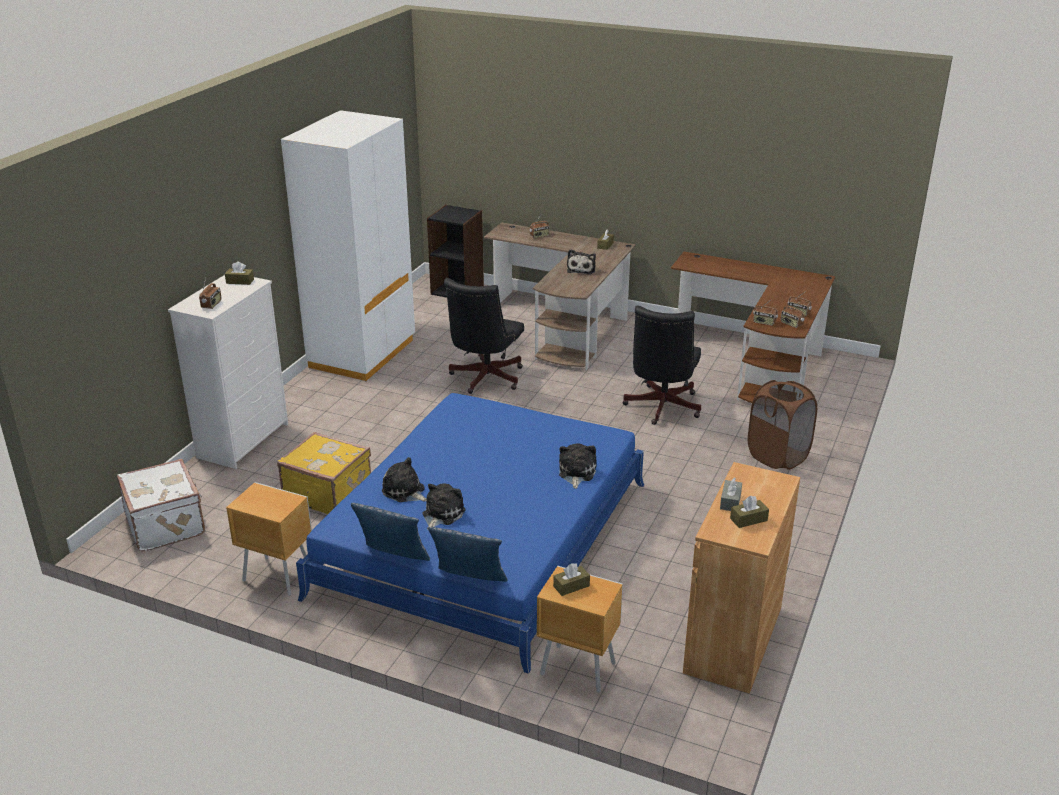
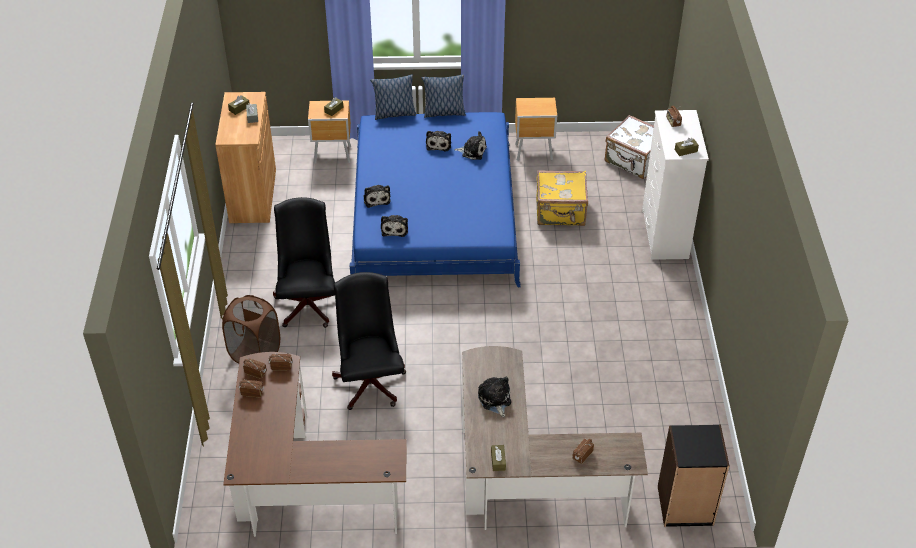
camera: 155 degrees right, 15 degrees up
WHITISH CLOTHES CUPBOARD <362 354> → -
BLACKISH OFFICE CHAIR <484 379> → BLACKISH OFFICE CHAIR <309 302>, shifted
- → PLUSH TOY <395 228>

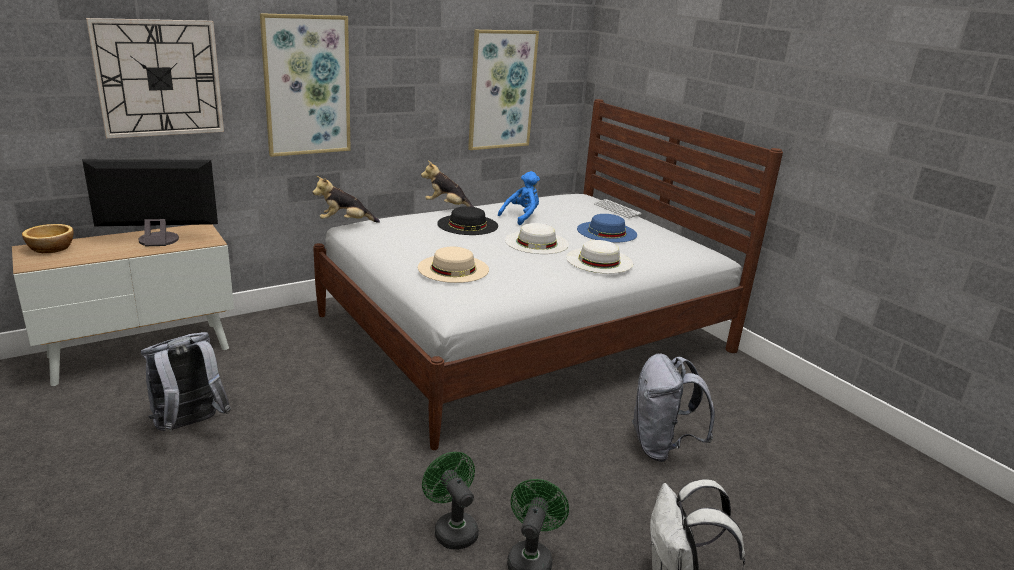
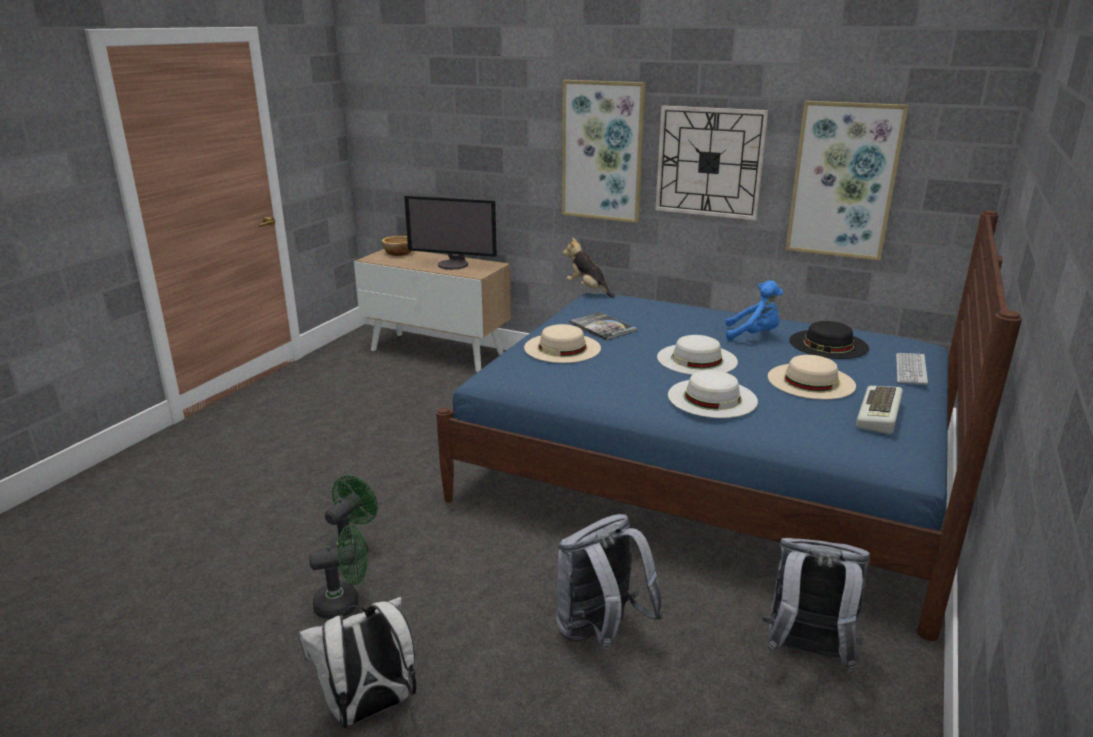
camera: 60 degrees right, 0 degrees up
CLOCK ON THE WALL <159 78> → CLOCK ON THE WALL <709 162>, shifted
WHITISH SLEEPING BED <525 333> → BLUISH SLEEPING BED <705 473>
COMPUTER SCREEN <158 240> → COMPUTER SCREEN <453 265>, 150 degrees clockwise
PLUSH TOY <447 207> → -
BLACKISH WEARABLE HAT <467 224> → BLACKISH WEARABLE HAT <828 344>, shifted
BLUISH WEARABLE HAT <607 232> → BEIGE-COLOURED WEARABLE HAT <811 381>
GREY RUCKSACK <189 426> → GREY RUCKSACK <806 653>, shifted
- → BOUND BOOK <602 327>
- → COMPUTER KEYBOARD <880 415>

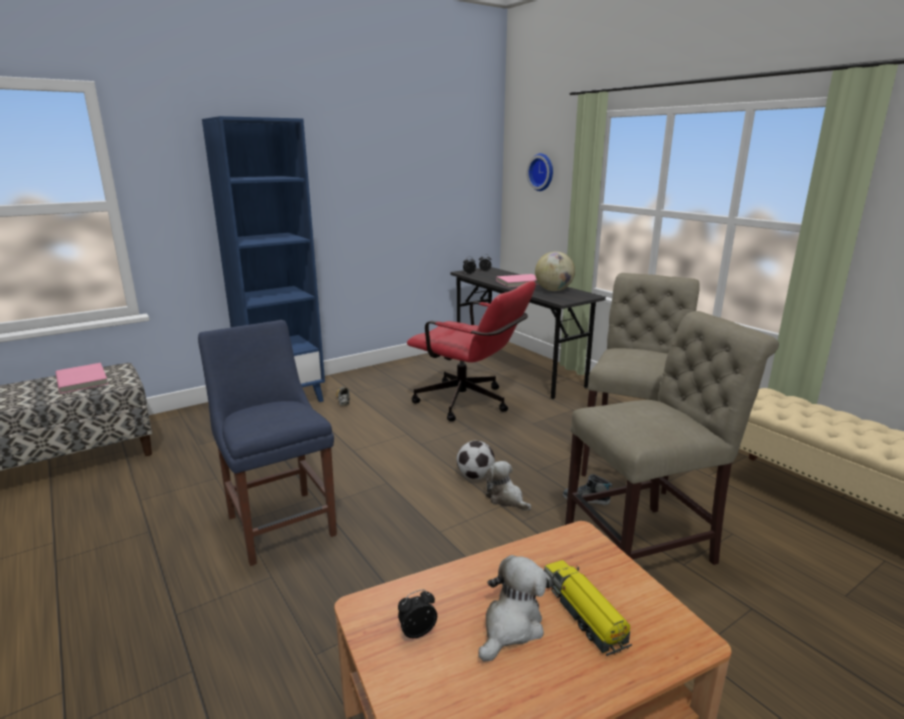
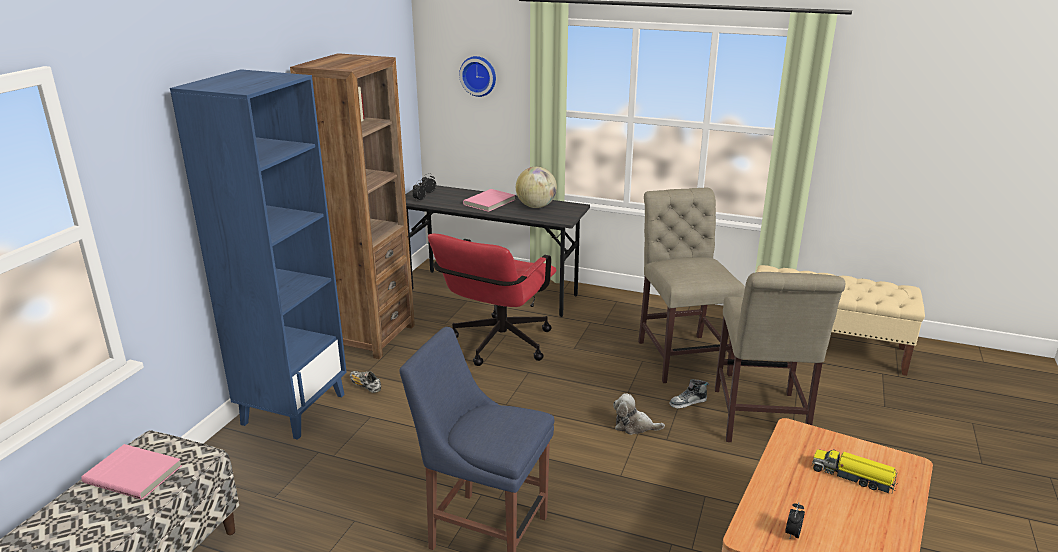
camera: 35 degrees left, 5 degrees up
REDDISH OFFICE CHAIR <470 404> → REDDISH OFFICE CHAIR <497 346>, 120 degrees clockwise
BEIGE-COLOURED PLAIN CHAIR <647 544> → BEIGE-COLOURED PLAIN CHAIR <759 420>, 150 degrees clockwise
FOOTBALL <475 476> → -
PLUSH TOY <511 626> → -
- → BROWNISH SHELVING UNIT <371 336>

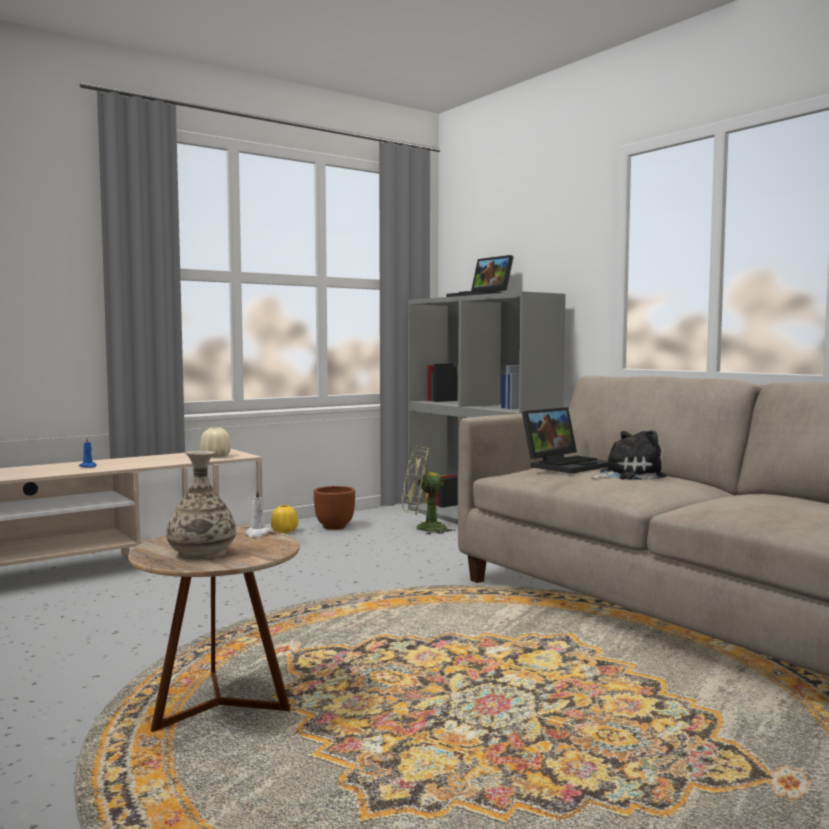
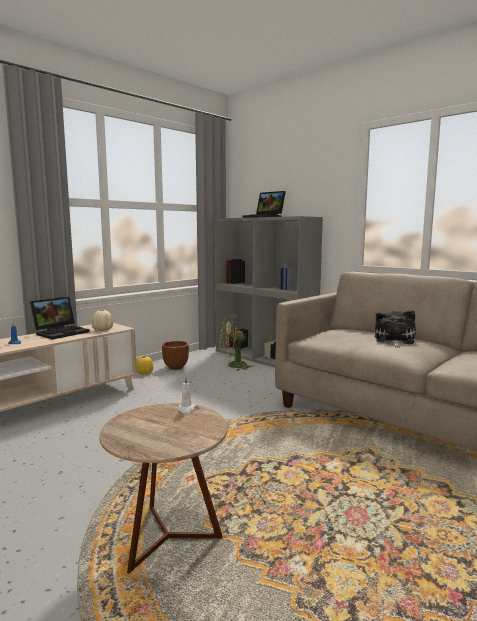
camera: 10 degrees left, 5 degrees up
LAPTOP <566 465> → LAPTOP <61 332>, shifted
PLUSH TOY <627 475> → PLUSH TOY <394 340>, 45 degrees counterclockwise
DECORATIVE VASE <202 553> → -

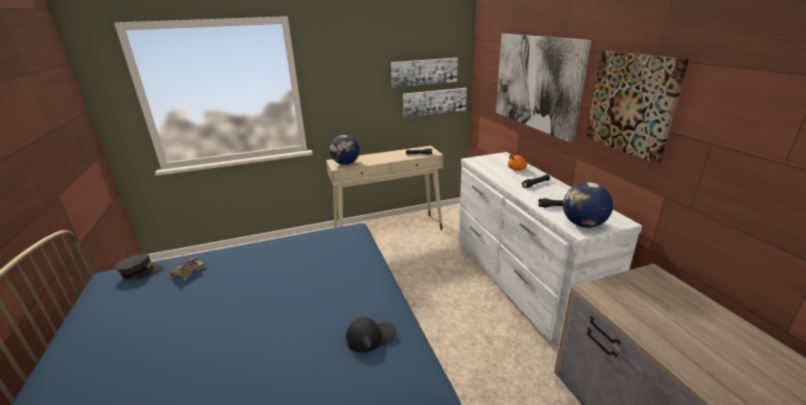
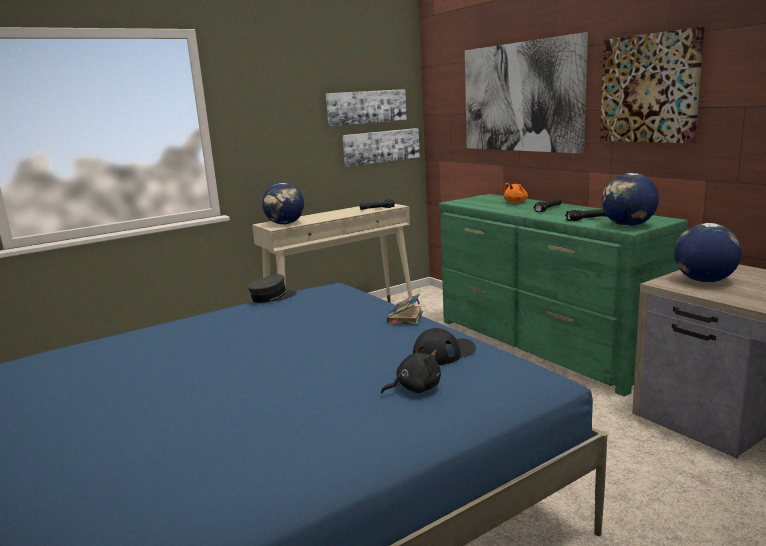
camera: 15 degrees left, 10 degrees down
WHITISH DRAWER CHEST <521 280> → GREENISH DRAWER CHEST <544 344>
GREY PEAKED CAP <141 272> → GREY PEAKED CAP <272 297>, shifted
BOUND BOOK <187 271> → BOUND BOOK <405 318>, shifted
- → WORLD GLOBE <704 281>
- → BLACKISH PLUSH TOY <415 388>

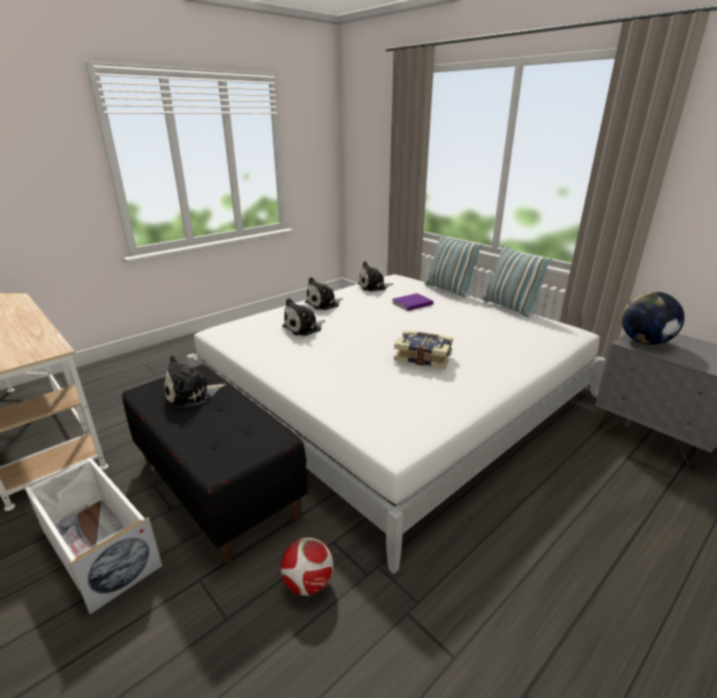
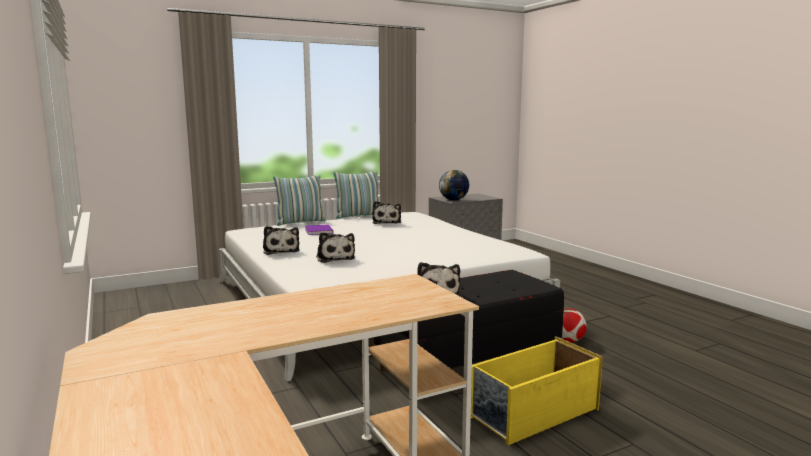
camera: 75 degrees left, 15 degrees down
PLUSH TOY <374 287> → PLUSH TOY <386 222>, shifted
BOUND BOOK <423 357> → -
WHITISH STORAGE CONTAINER <98 548> → YELLOW STORAGE CONTAINER <533 413>

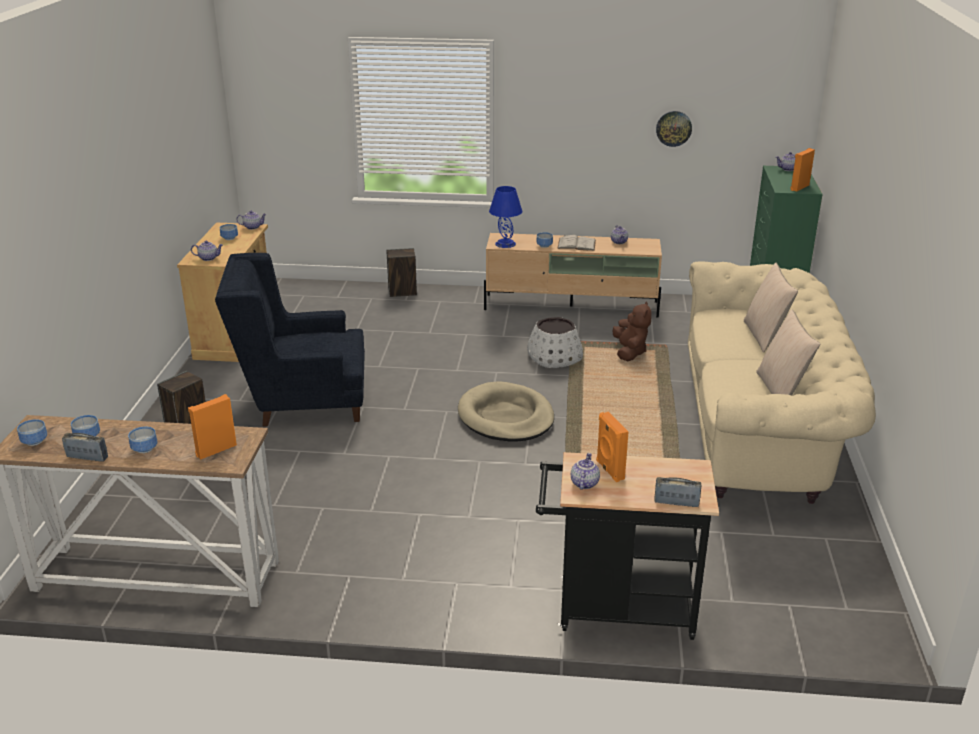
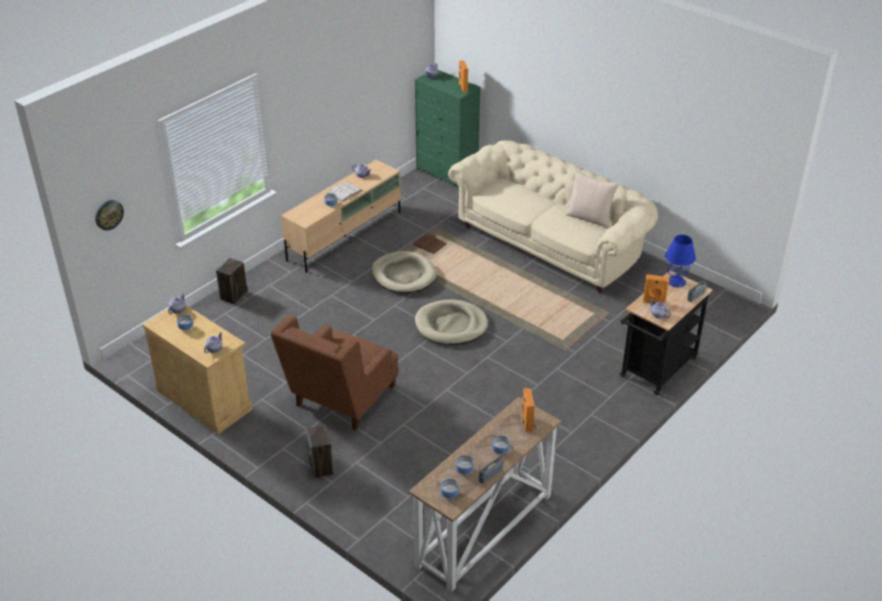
camera: 55 degrees left, 10 degrees up
CLOCK ON THE WALL <673 128> → CLOCK ON THE WALL <108 214>, shifted
BLUISH TABLETOP LAMP <505 244> → BLUISH TABLETOP LAMP <676 281>, shifted
BLUISH LOUNGE CHAIR <302 401> → BROWNISH LOUNGE CHAIR <341 401>
BEIGE-COLOURED THROW PILLOW <765 336> → -
BROWNISH PLUSH TOY <629 352> → BROWNISH BOUND BOOK <429 244>
WHITISH FLOWER POT <554 358> → BEIGE-COLOURED DOG CUSHION <403 275>

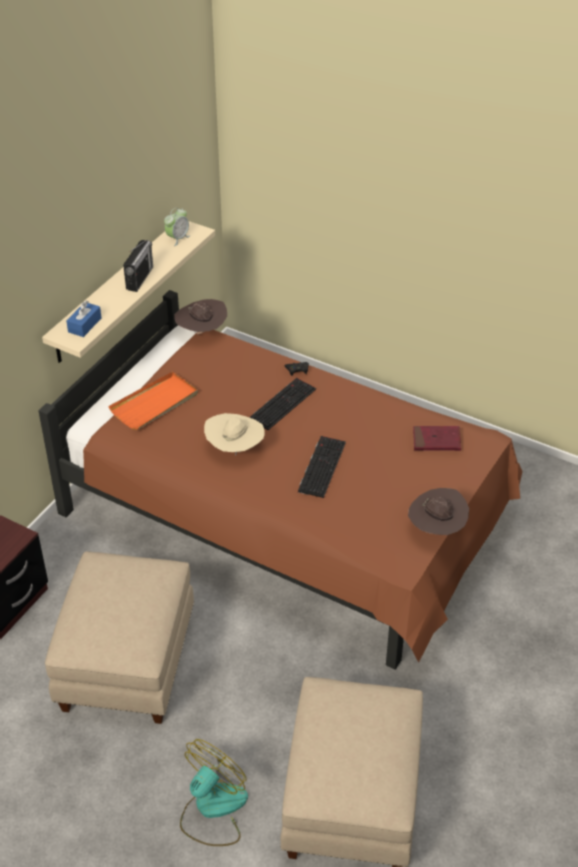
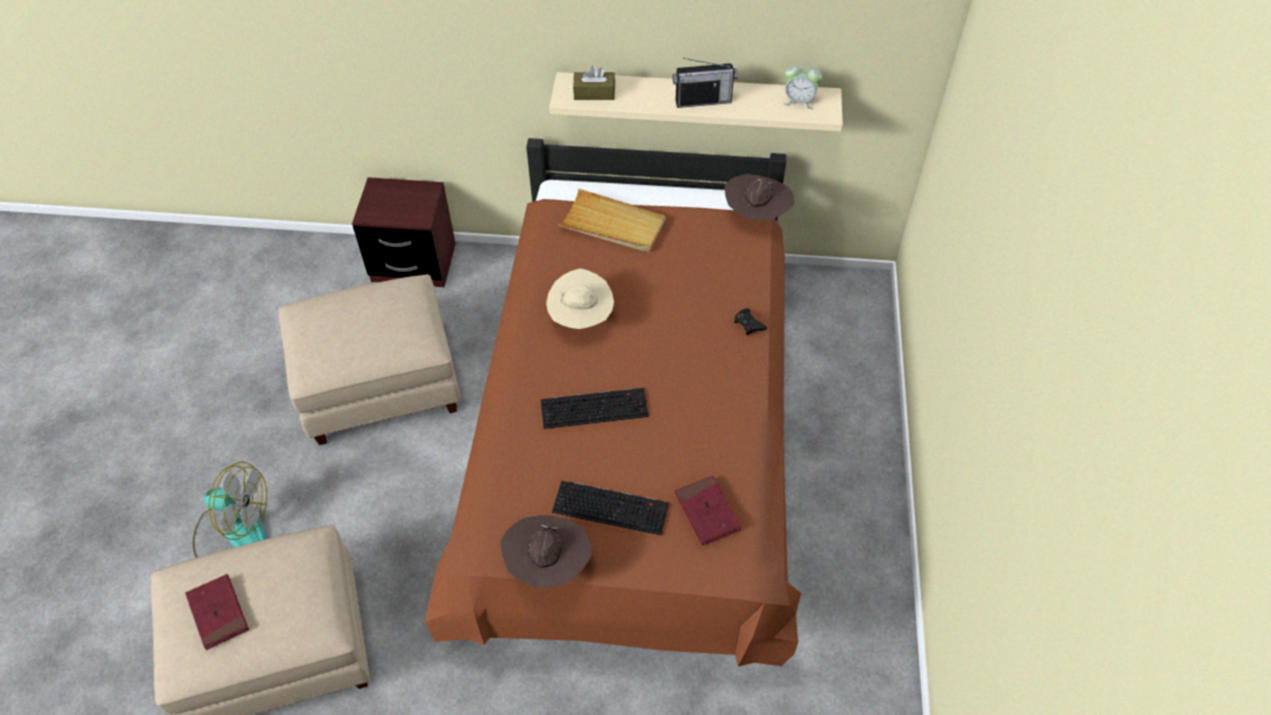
camera: 65 degrees right, 10 degrees up
BLUISH TISSUE HOLDER <85 325> → BROWNISH TISSUE HOLDER <594 93>
ORANGE-COLOURED SERVING TRAY <155 403> → BEIGE-COLOURED SERVING TRAY <613 224>
COMPUTER KEYBOARD <282 403> → COMPUTER KEYBOARD <612 507>, shifted
- → REDDISH BOUND BOOK <218 613>

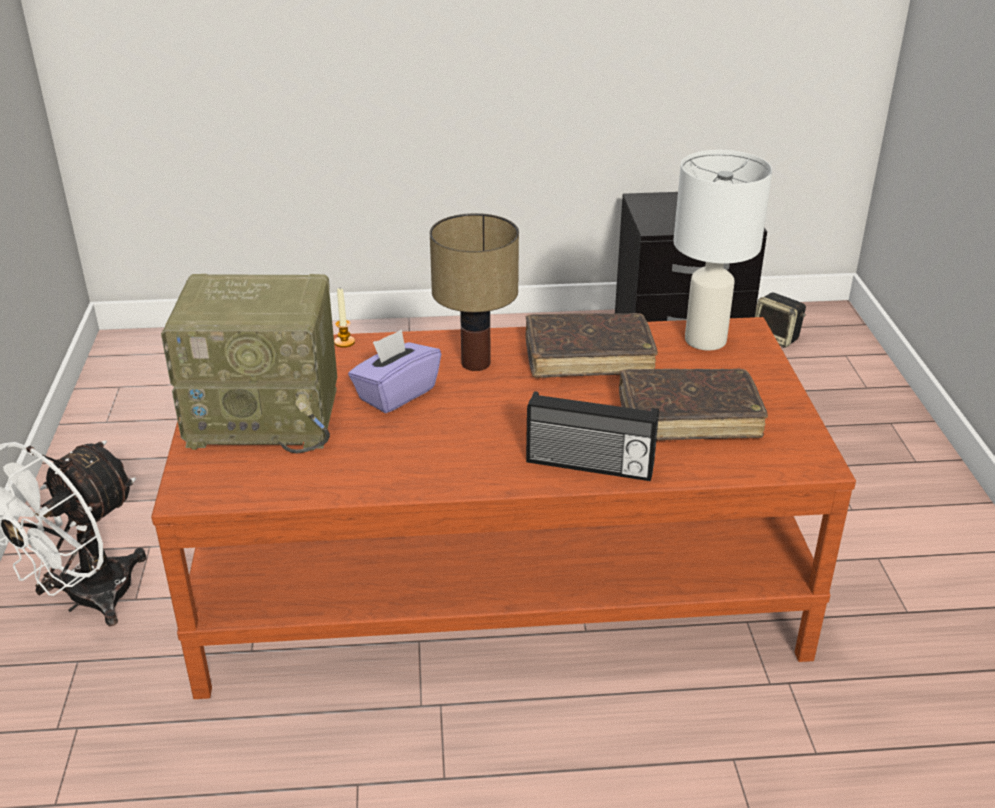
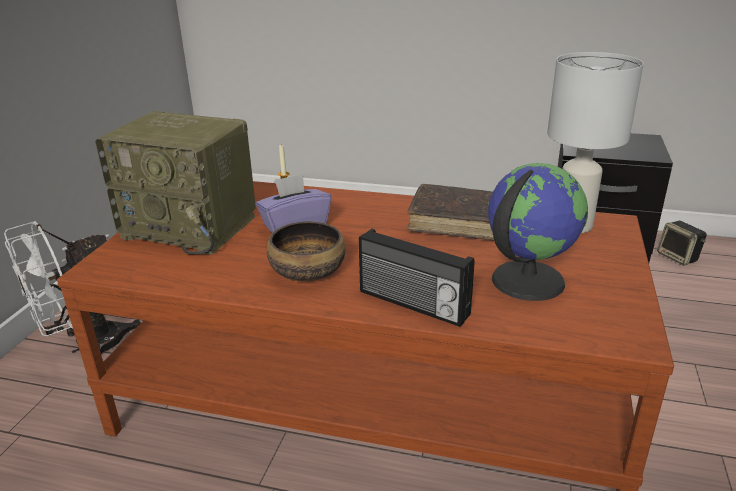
camera: 20 degrees right, 5 degrees down
TABLETOP LAMP <475 362> → -
BROWNISH BOUND BOOK <688 416> → WORLD GLOBE <526 280>
- → BOWL <307 271>

